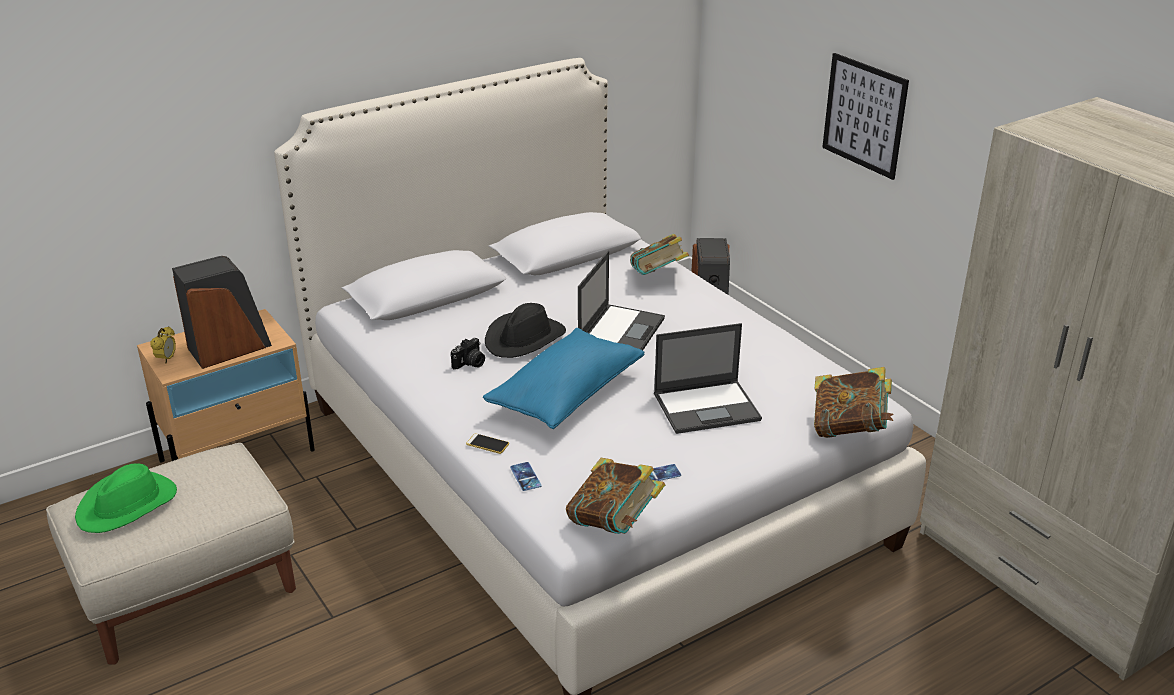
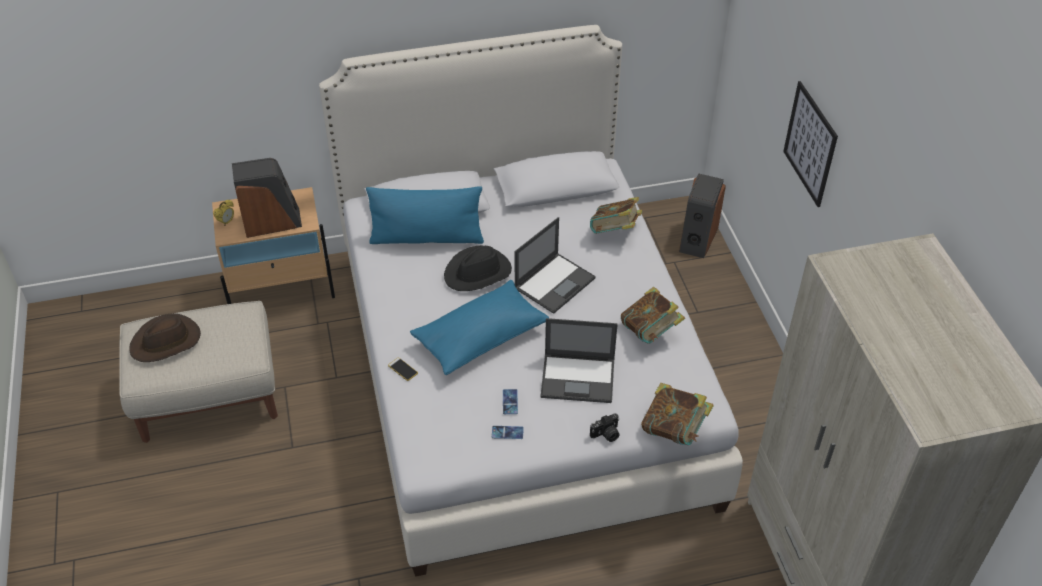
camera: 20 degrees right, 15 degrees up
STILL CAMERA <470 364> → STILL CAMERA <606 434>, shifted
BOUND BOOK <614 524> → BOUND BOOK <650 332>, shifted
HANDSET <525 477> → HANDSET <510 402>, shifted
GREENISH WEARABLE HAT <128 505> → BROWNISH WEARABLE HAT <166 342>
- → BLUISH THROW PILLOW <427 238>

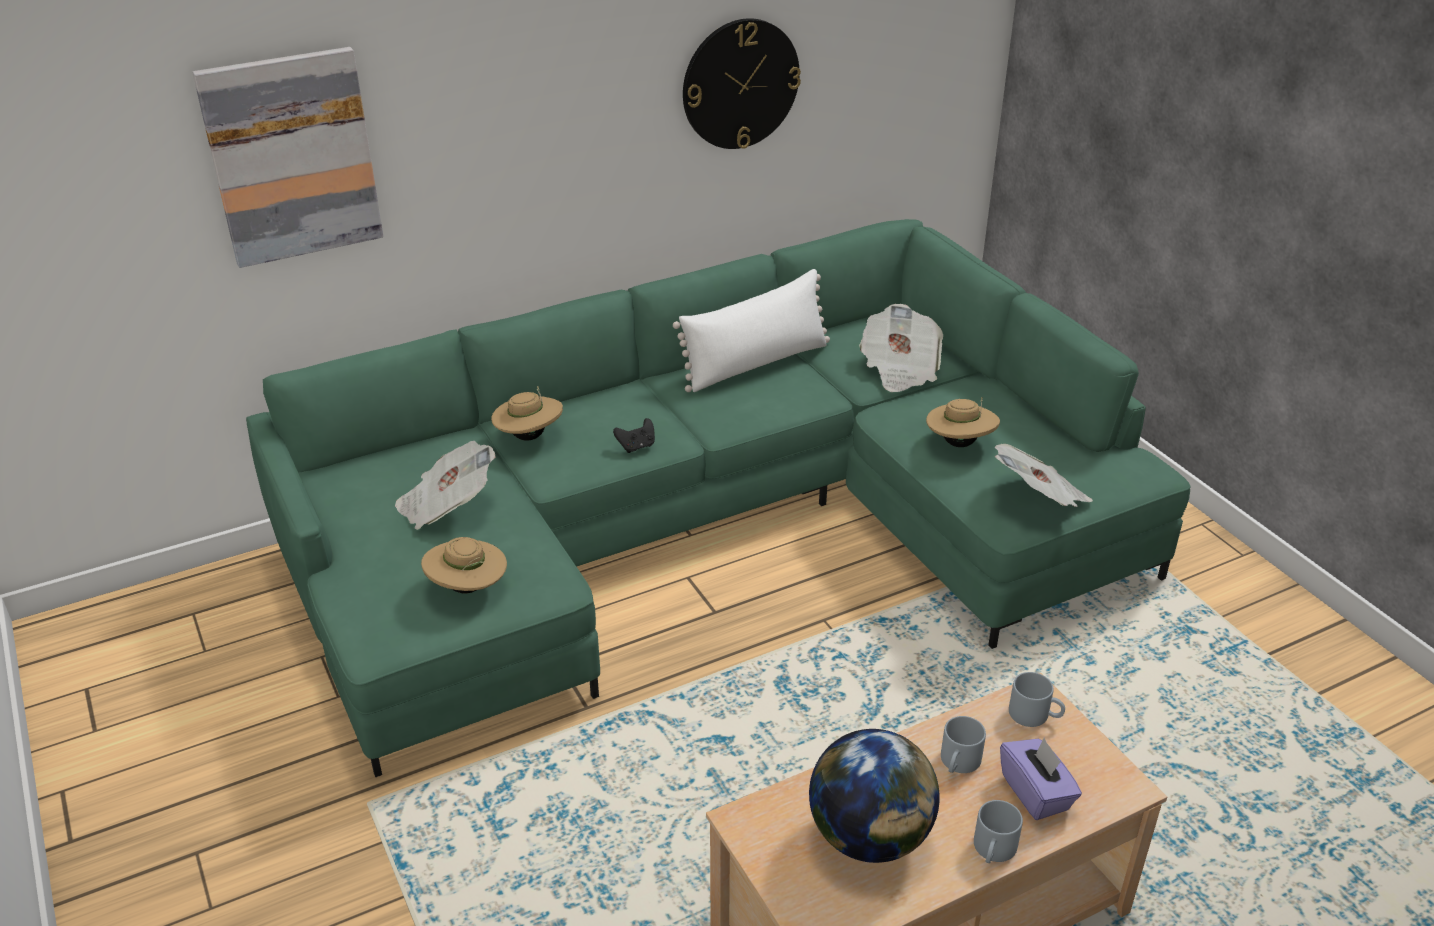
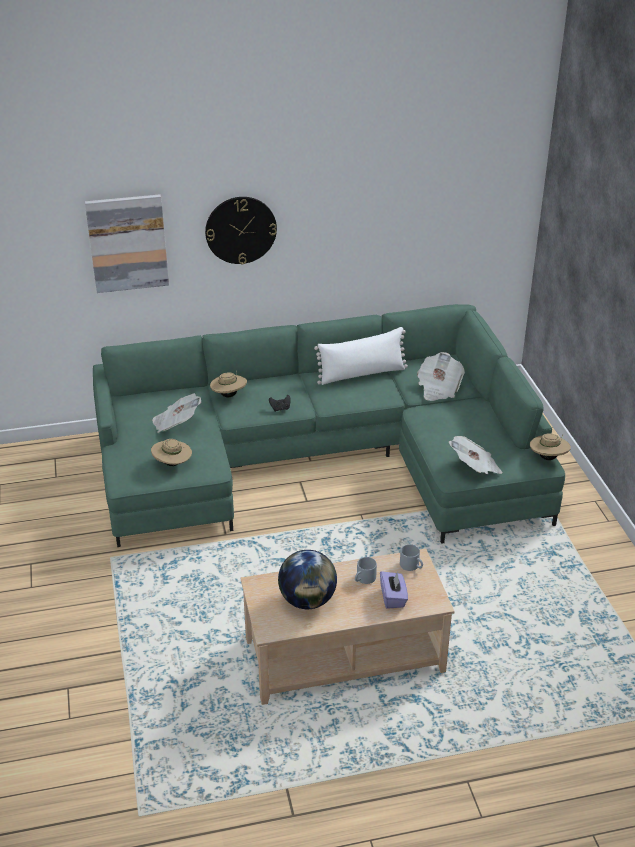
camera: 15 degrees right, 0 degrees up
CLOCK ON THE WALL <740 84> → CLOCK ON THE WALL <240 230>, shifted
BEIGE-COLOURED WEARABLE HAT <959 443> → BEIGE-COLOURED WEARABLE HAT <548 457>, shifted
GREY TEA MUG <994 851> → -

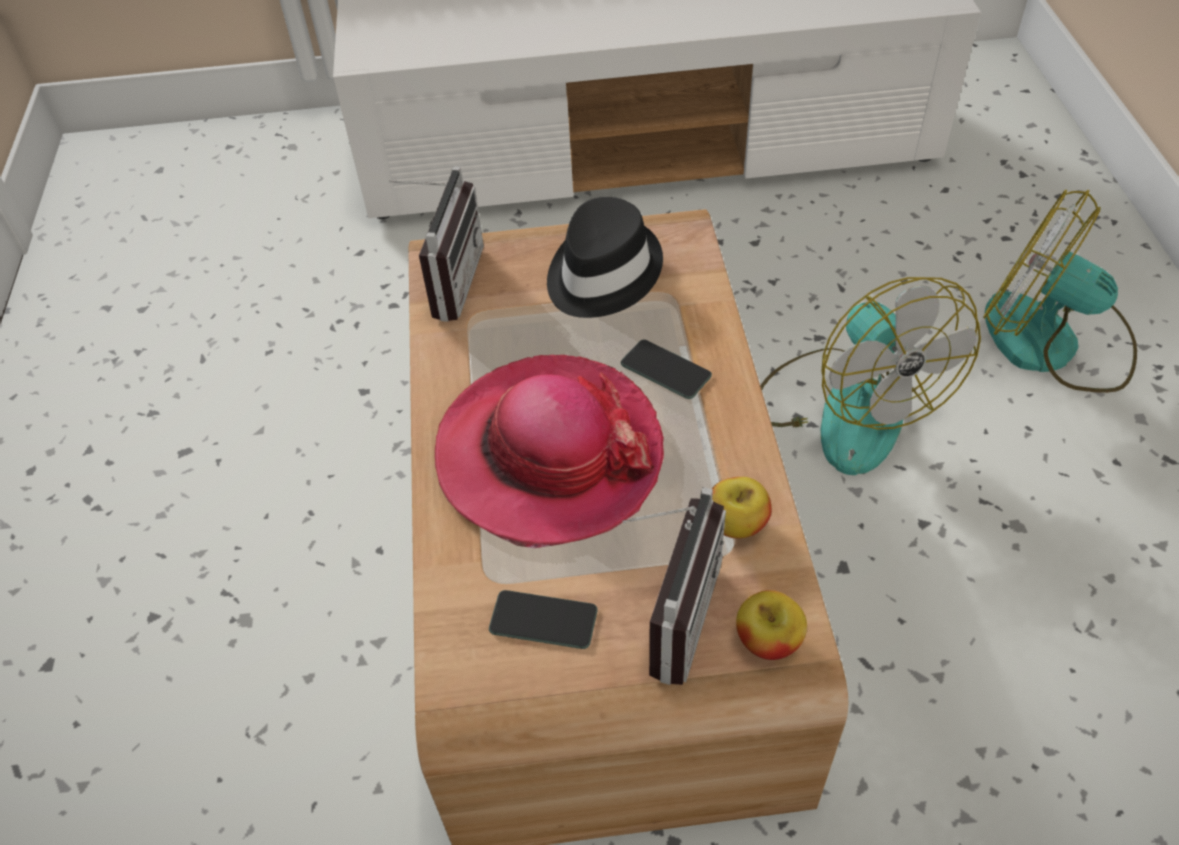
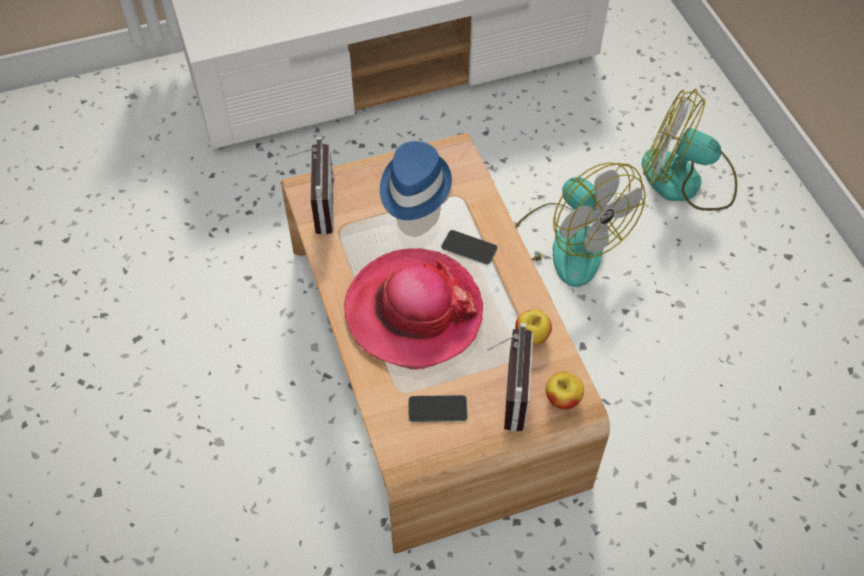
camera: 15 degrees left, 5 degrees up
BLACKISH WEARABLE HAT <601 273> → BLUISH WEARABLE HAT <413 188>

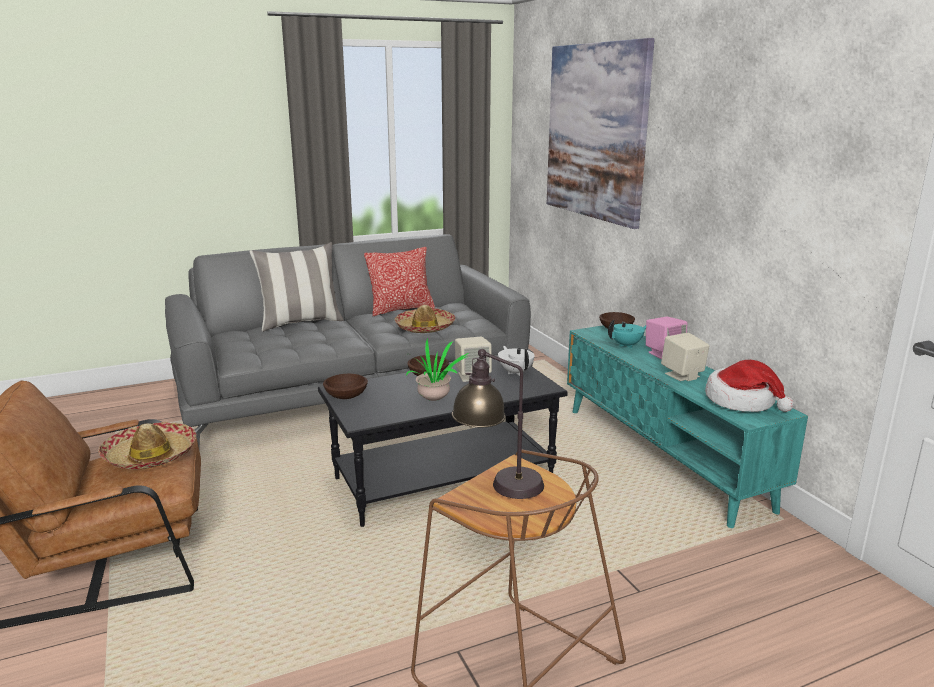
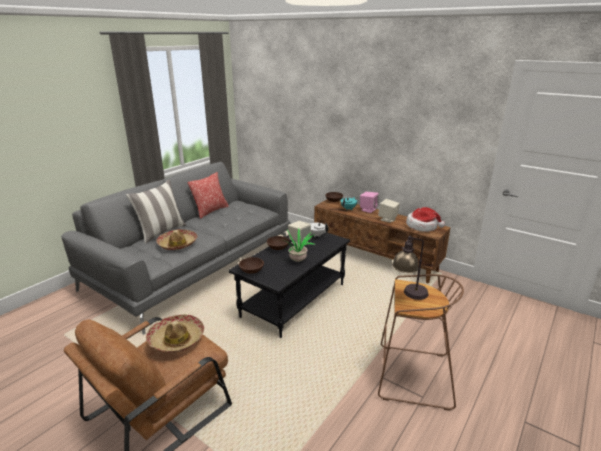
camera: 30 degrees left, 5 degrees up
WALL PICTURE <595 132> → -
WEARABLE HAT <425 327> → WEARABLE HAT <177 244>, shifted
TURQUOISE MEDIA CONSOLE <663 456> → BROWNISH MEDIA CONSOLE <375 258>

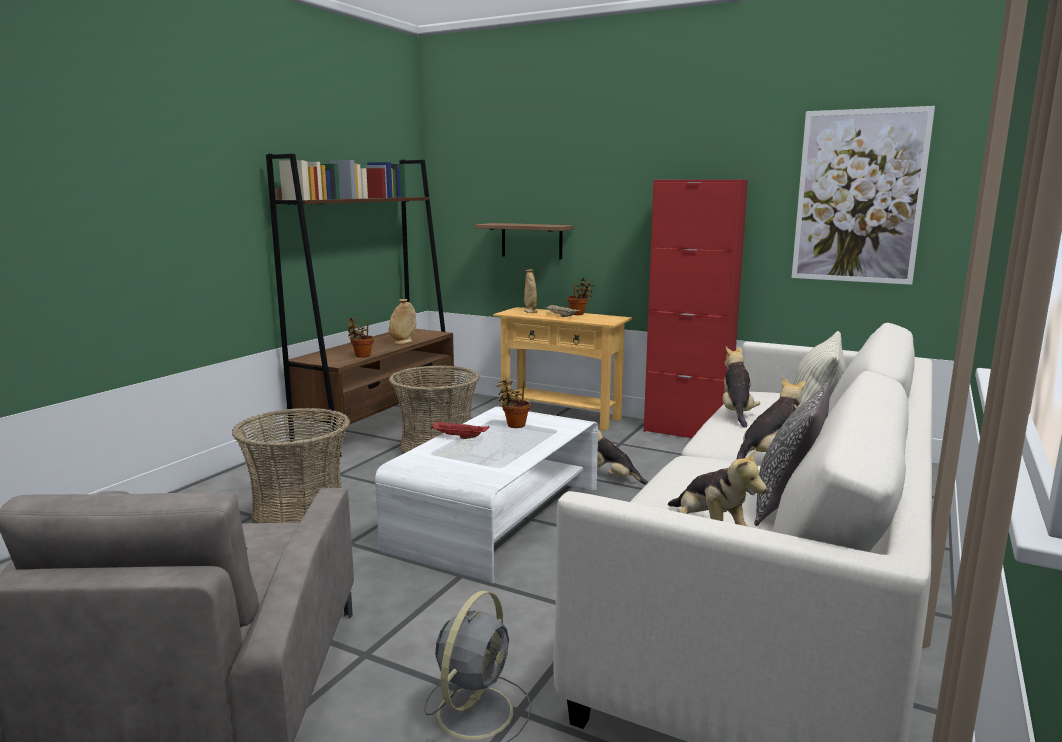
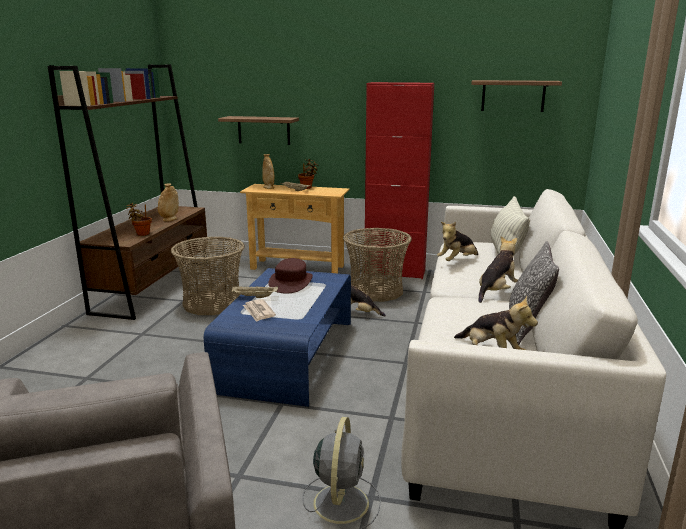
camera: 15 degrees left, 5 degrees up
WALL PICTURE <858 197> → WALL SHELF <513 96>
PLUSH TOY <736 413> → PLUSH TOY <457 261>, 120 degrees counterclockwise
POTTED PLANT <514 425> → BROWNISH WEARABLE HAT <291 282>
WHITISH LOW TABLE <497 517> → BLUISH LOW TABLE <287 354>
STORAGE BASKET <299 512> → STORAGE BASKET <376 291>, shifted
REDDISH SERVING TRAY <458 437> → BEIGE-COLOURED SERVING TRAY <254 297>
- → PRINTED PAPER <259 312>

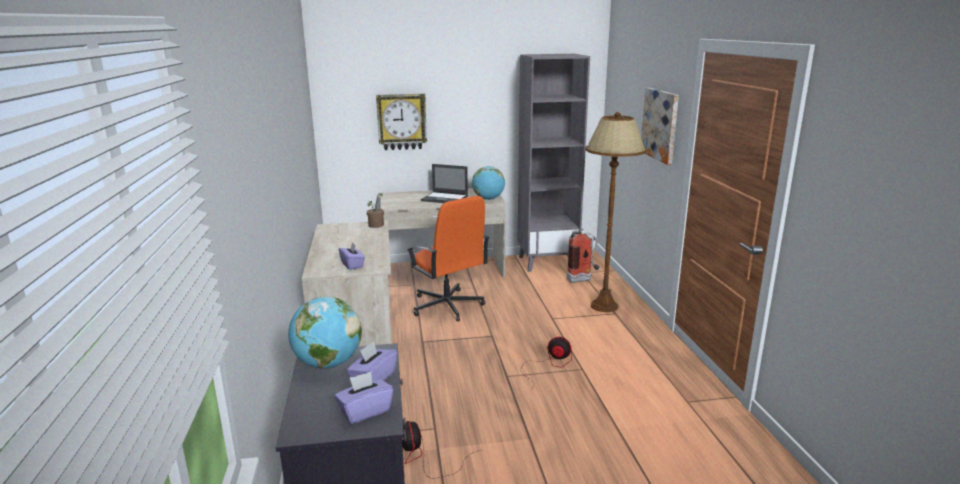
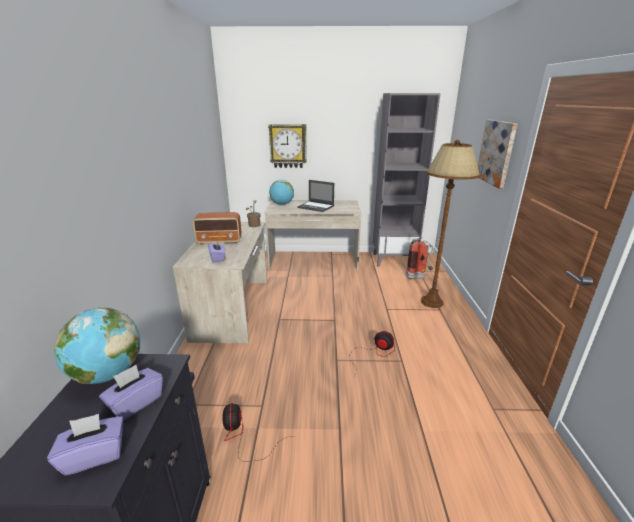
camera: 10 degrees right, 5 degrees up
WORLD GLOBE <488 199> → WORLD GLOBE <282 204>, shifted
ORANGE-COLOURED OFFICE CHAIR <447 306> → -
- → RADIO SET <220 241>

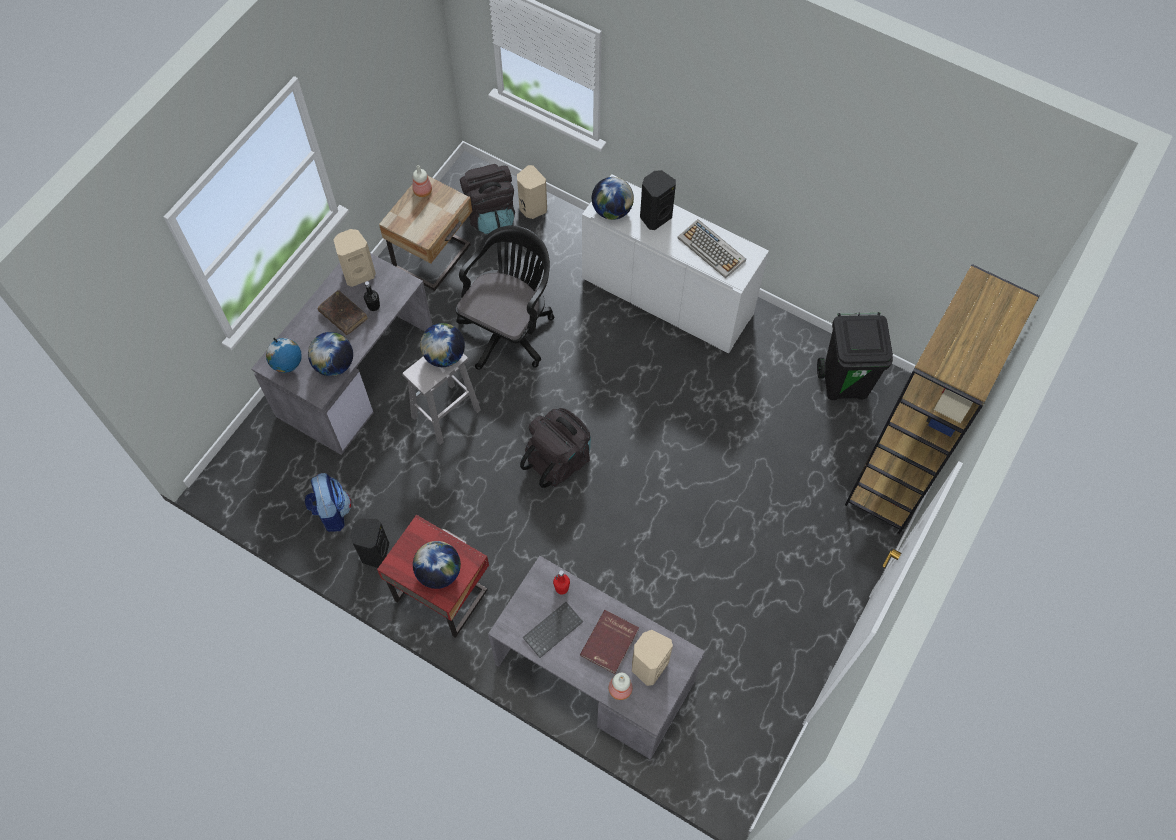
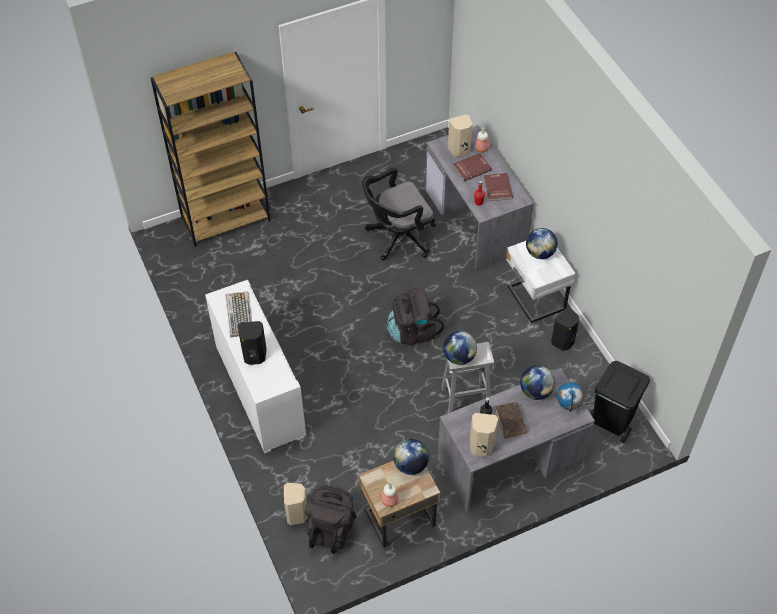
camera: 145 degrees left, 10 degrees down
WORLD GLOBE <612 210> → WORLD GLOBE <410 465>, shifted
BLACKISH OFFICE CHAIR <509 329> → BLACKISH OFFICE CHAIR <397 237>, shifted
BLACKISH TRASH CAN <845 383> → BLACKISH TRASH CAN <611 422>, shifted
RUCKSACK <331 511> → -
REDDISH NIGHT TABLE <442 593> → WHITISH NIGHT TABLE <534 299>
COMPUTER KEYBOARD <552 628> → REDDISH BOUND BOOK <497 188>

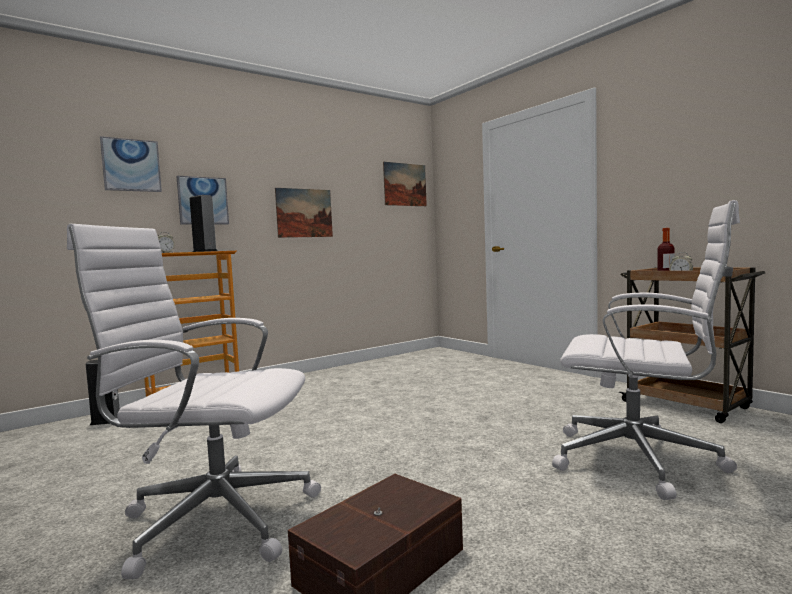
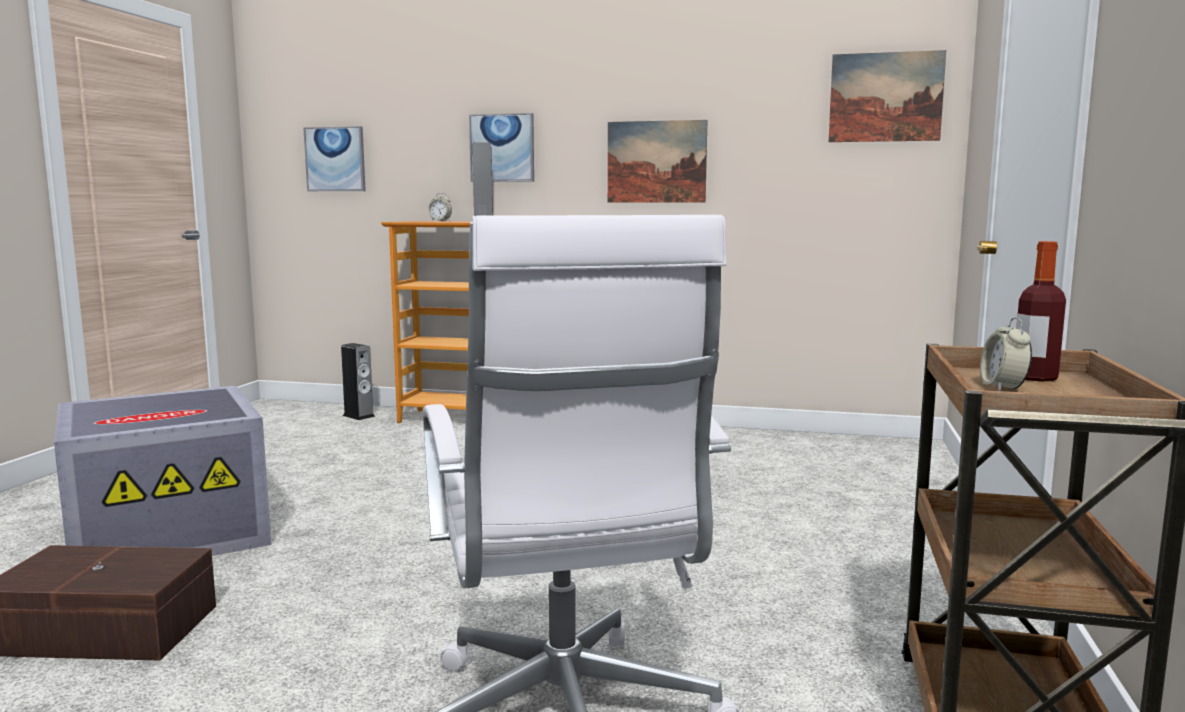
camera: 50 degrees right, 5 degrees up
WALL PICTURE <131 165> → WALL PICTURE <335 159>, shifted
WHITISH OFFICE CHAIR <214 519> → GREY STORAGE CONTAINER <171 531>

